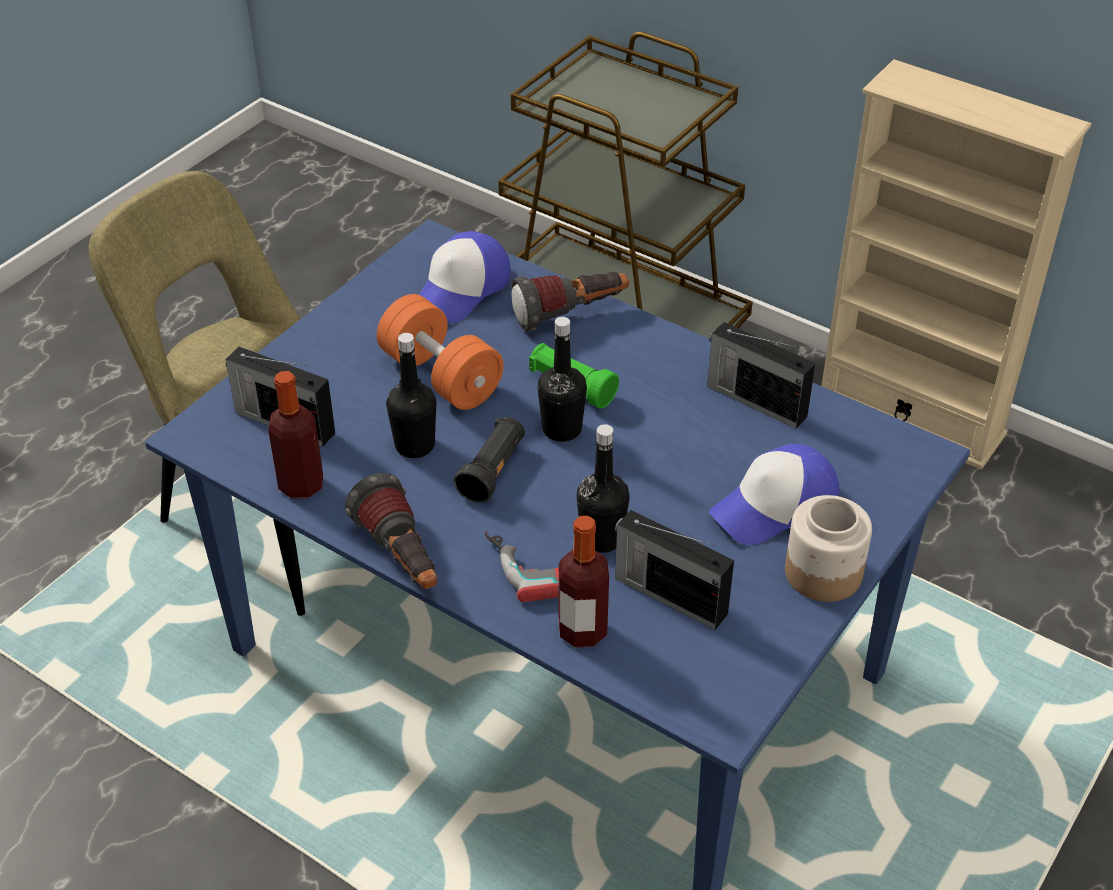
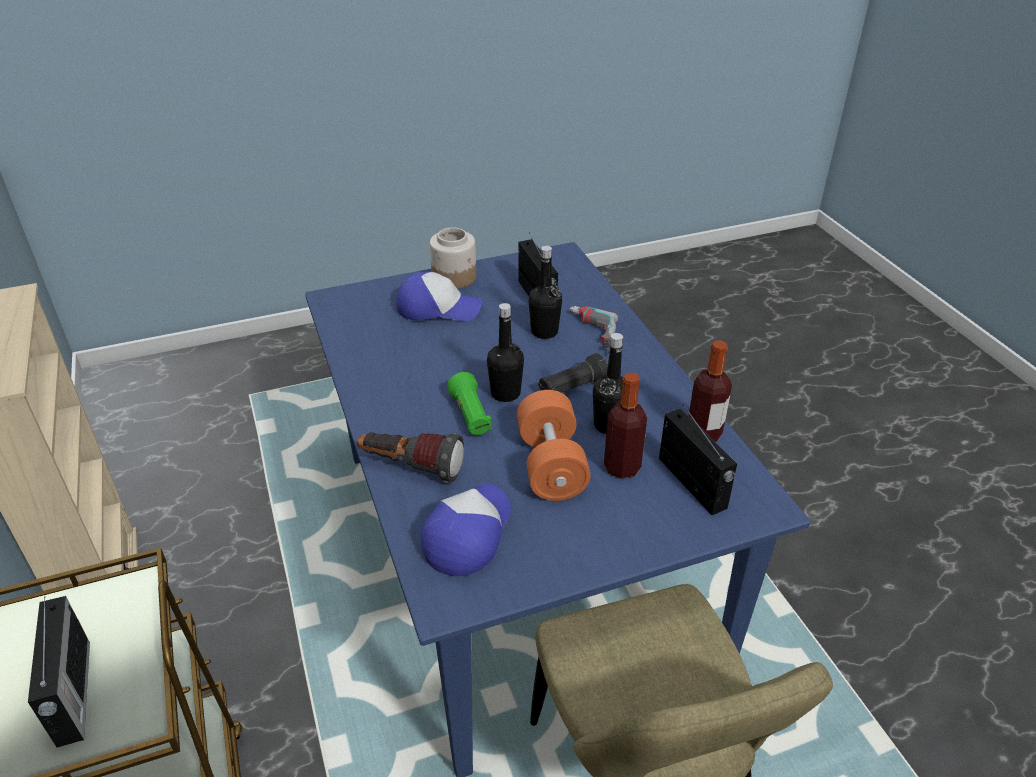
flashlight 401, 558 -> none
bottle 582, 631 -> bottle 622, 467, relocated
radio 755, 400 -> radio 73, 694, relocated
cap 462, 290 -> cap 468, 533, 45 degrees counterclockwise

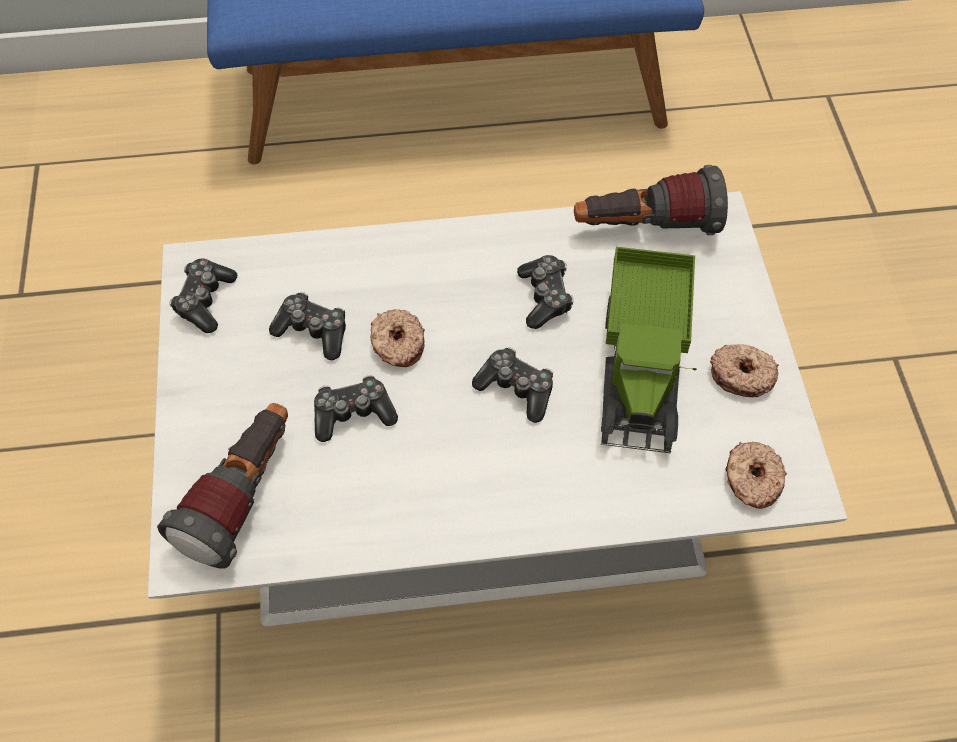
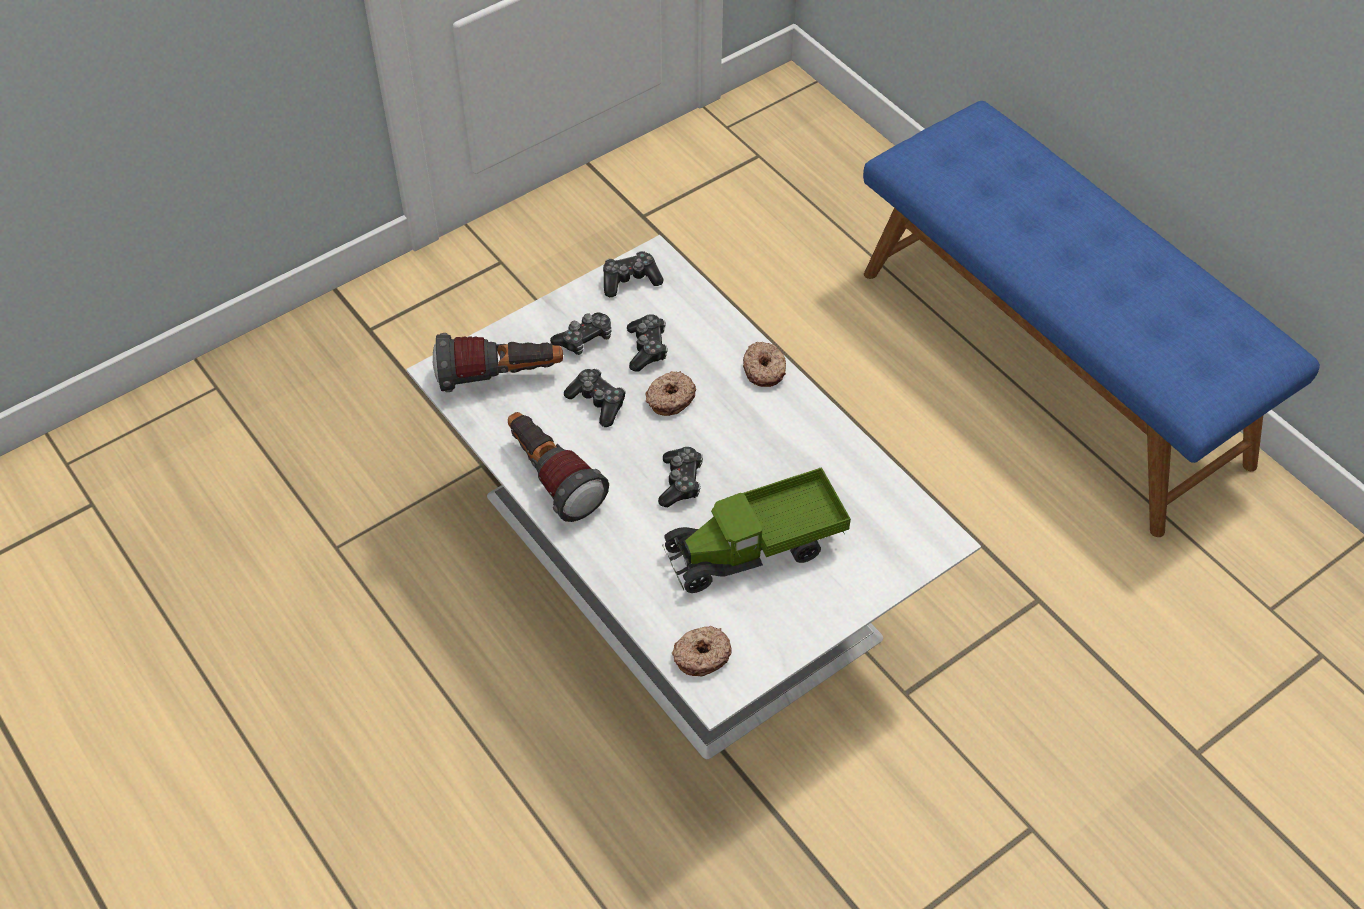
game controller 545, 297 -> game controller 584, 339, relocated
flashlight 645, 228 -> flashlight 551, 478, relocated
donut 741, 375 -> donut 764, 369, relocated

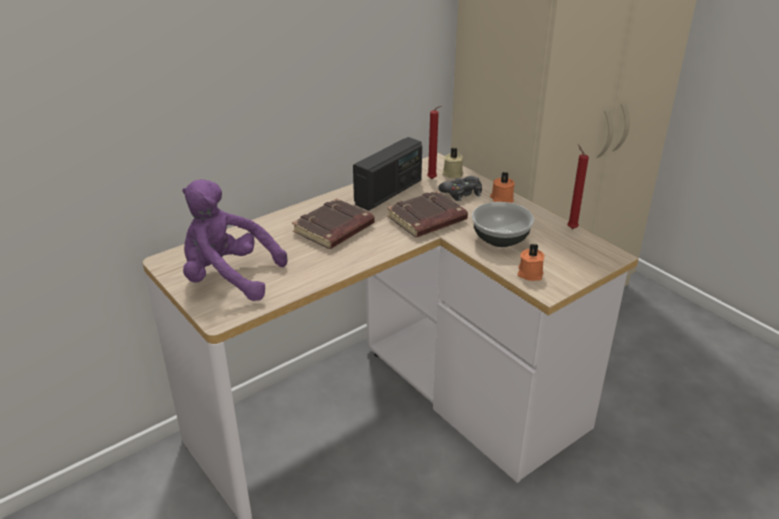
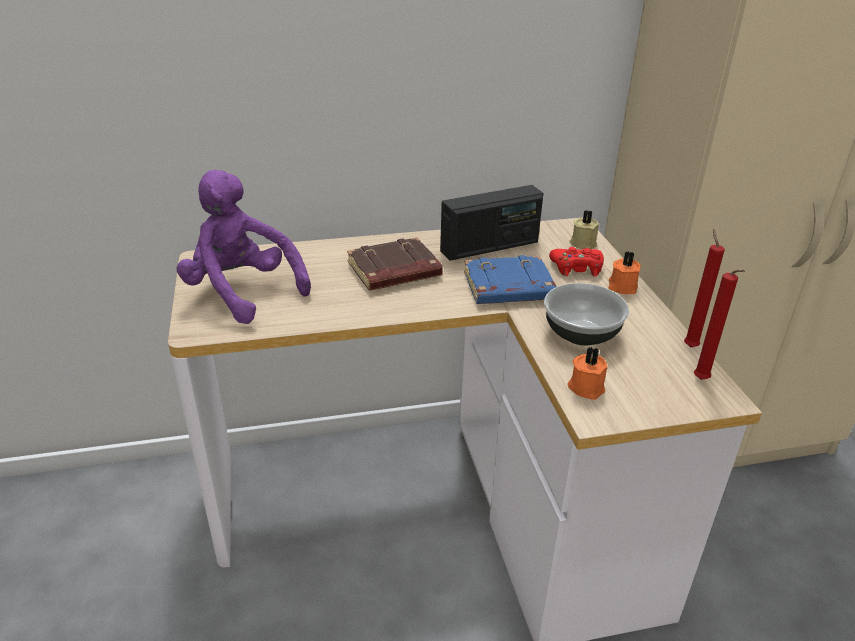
candle/red 433, 179 -> candle/red 702, 381, relocated
book/brown 427, 220 -> book/blue 508, 288
game controller/black 462, 193 -> game controller/red 577, 268

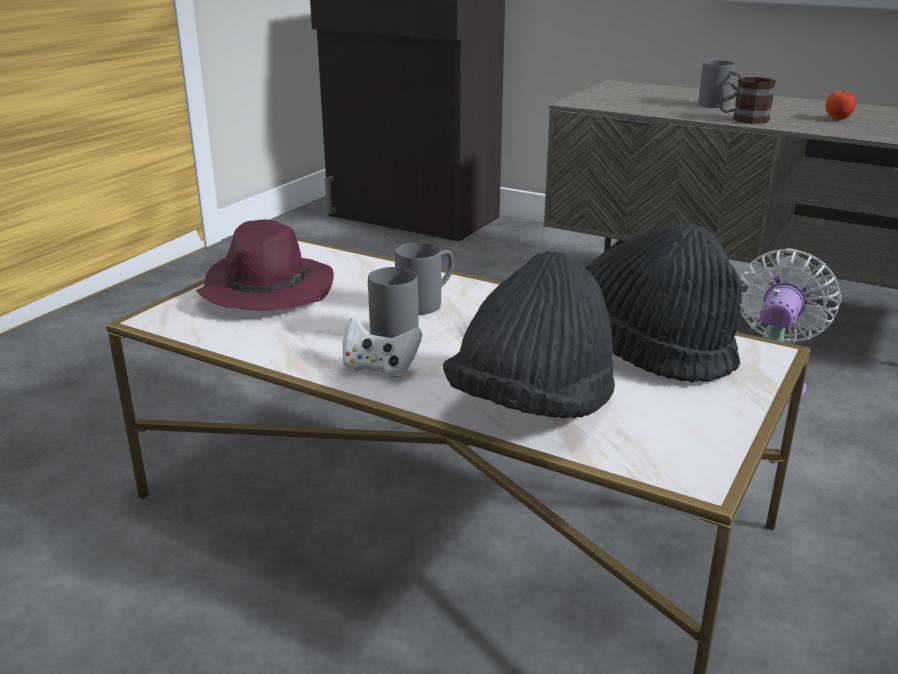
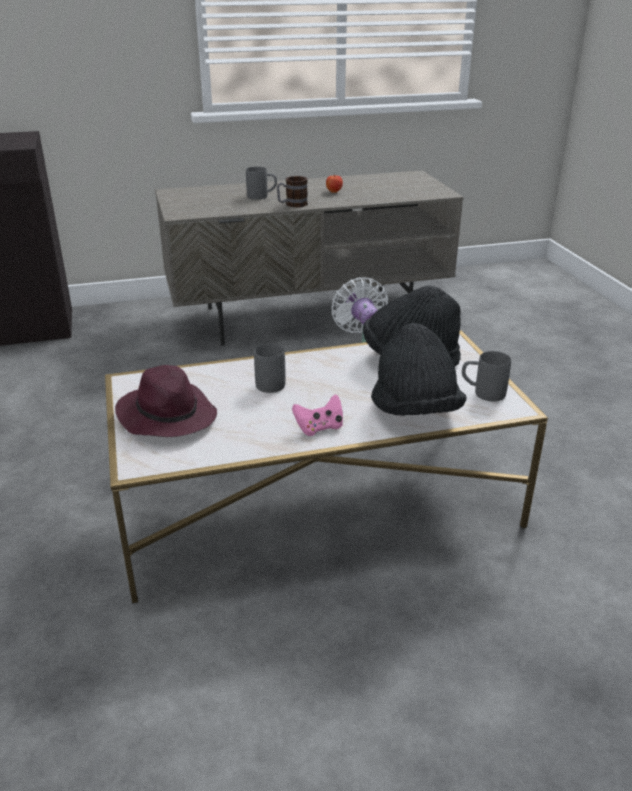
mug/grey 388, 330 -> mug/grey 482, 393, relocated
game controller/white 379, 368 -> game controller/pink 319, 428

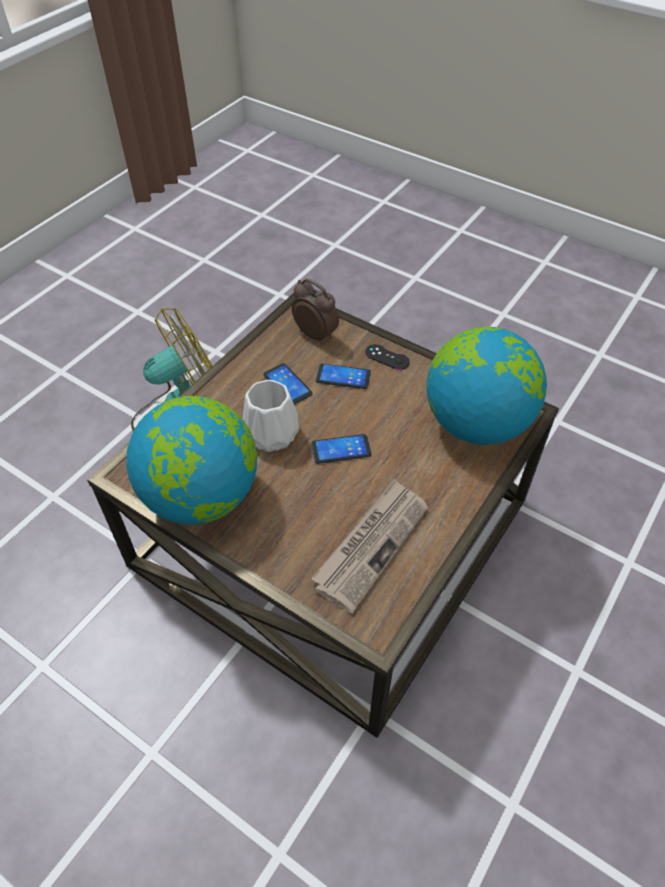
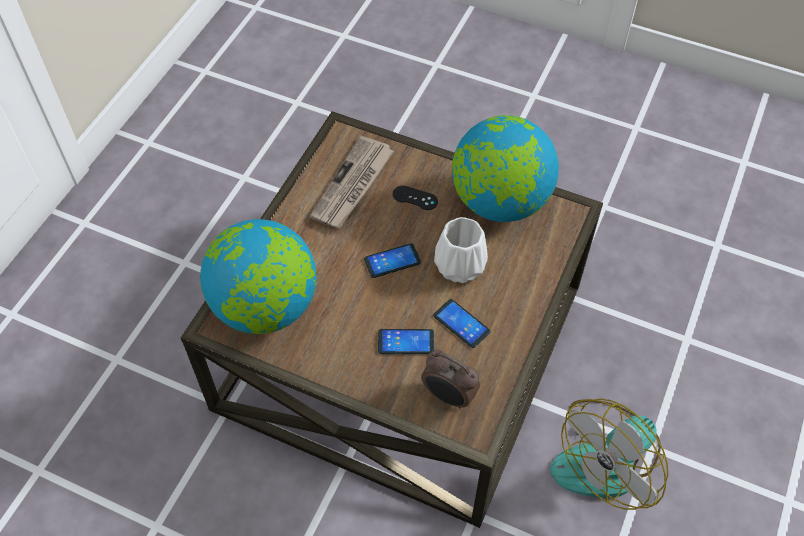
game controller/black 387, 357 -> game controller/black 415, 198, relocated

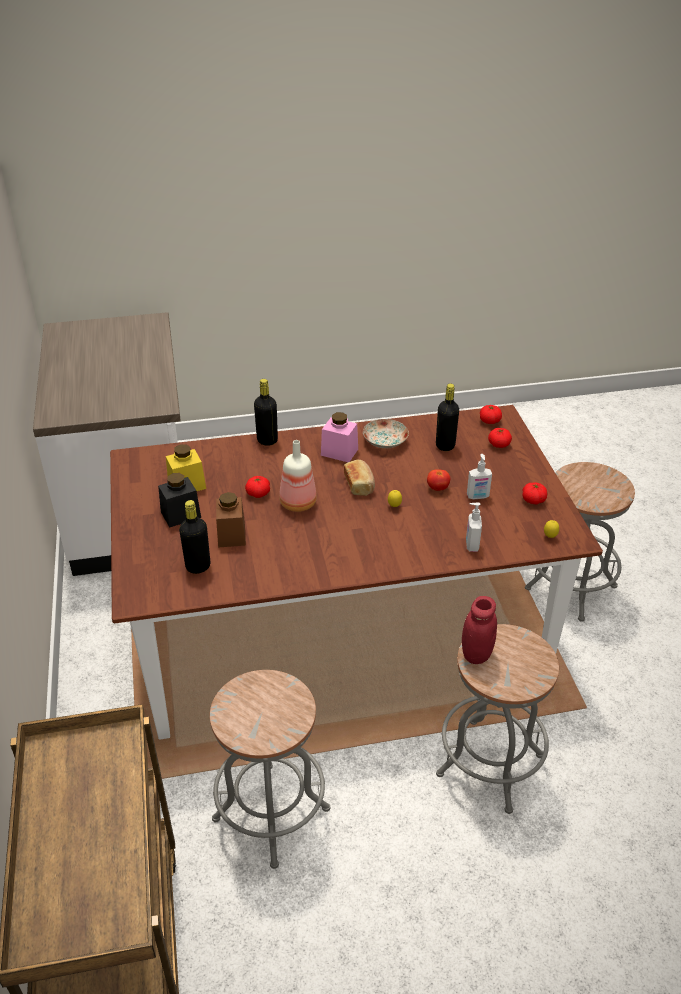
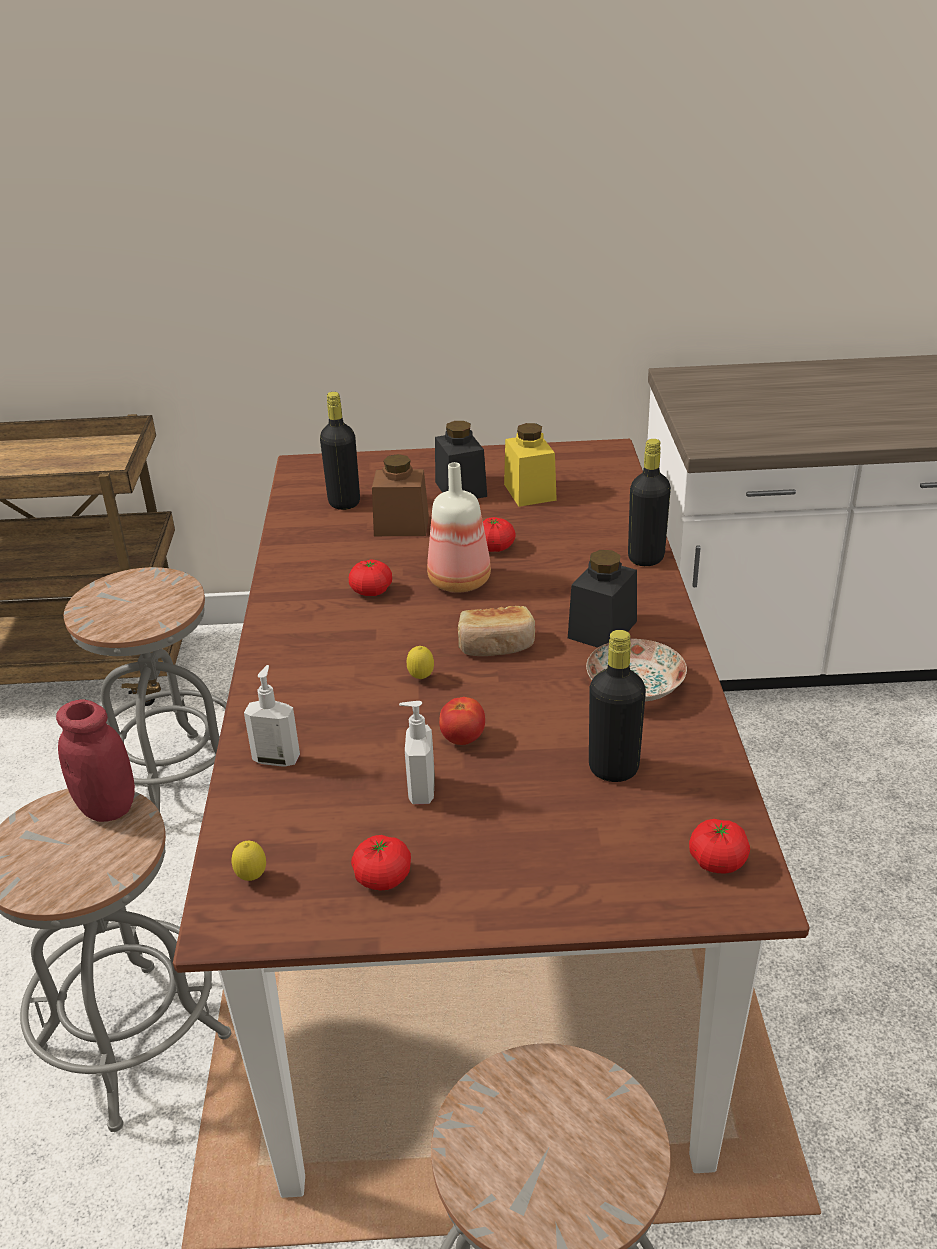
tomato 499, 444 -> tomato 371, 591, relocated
jar/pink 339, 452 -> jar/black 602, 629

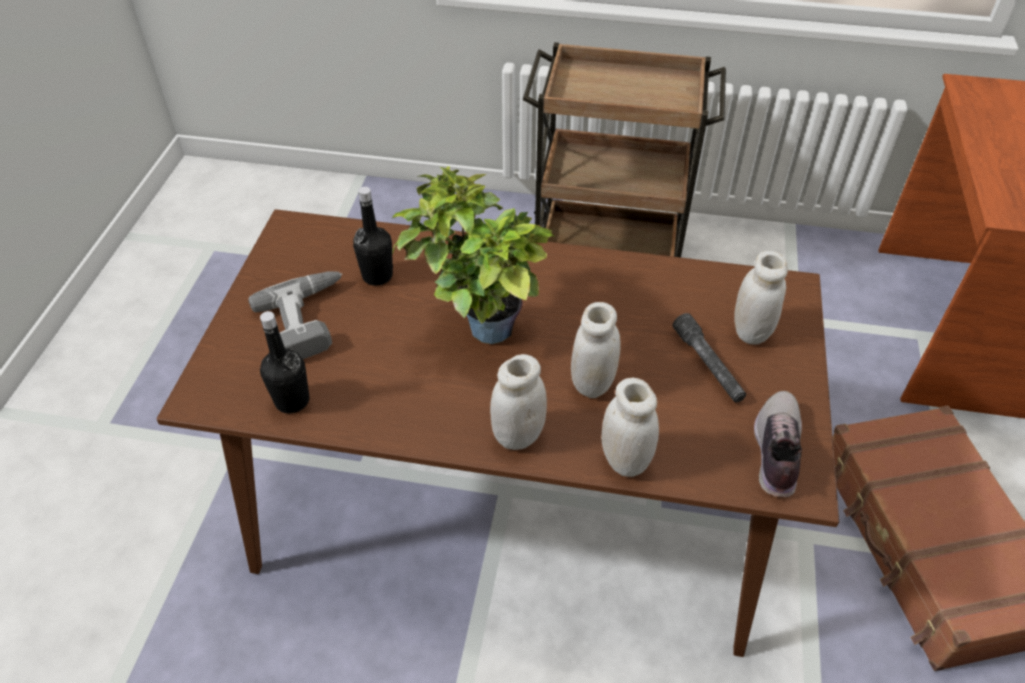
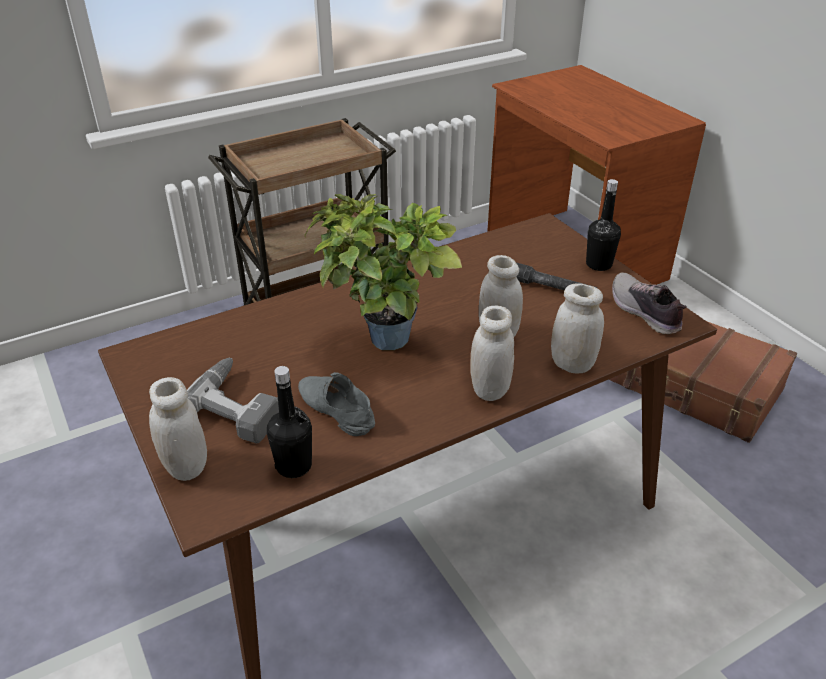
none -> shoe/grey 334, 409
bottle/black 377, 276 -> bottle/black 598, 264, relocated
jar/white 751, 331 -> jar/white 186, 467, relocated

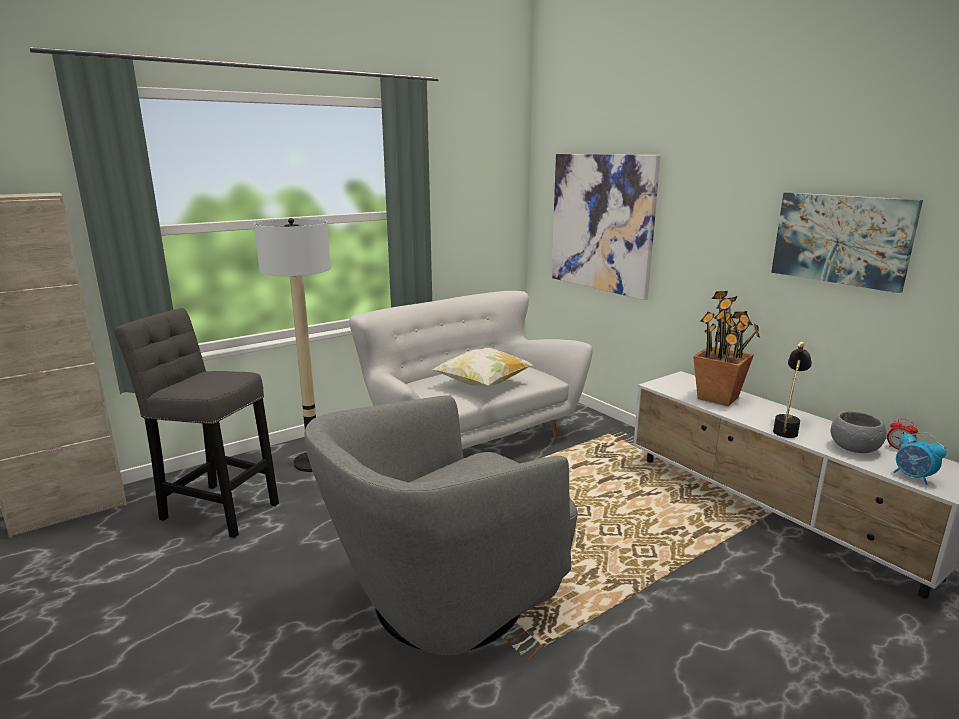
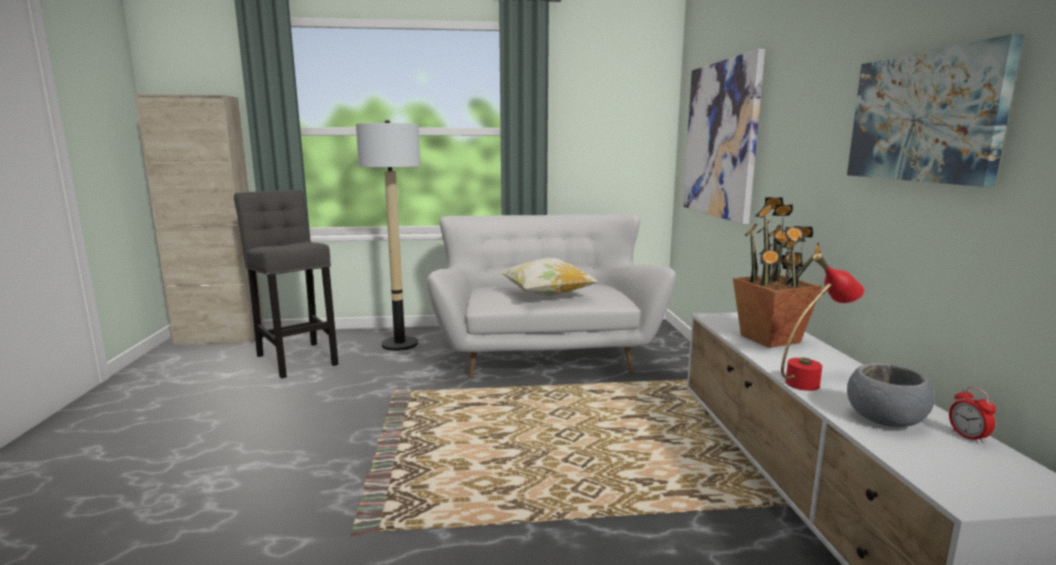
armchair/grey 445, 599 -> none
alarm clock 913, 477 -> none
table lamp/black 786, 429 -> table lamp/red 812, 381

